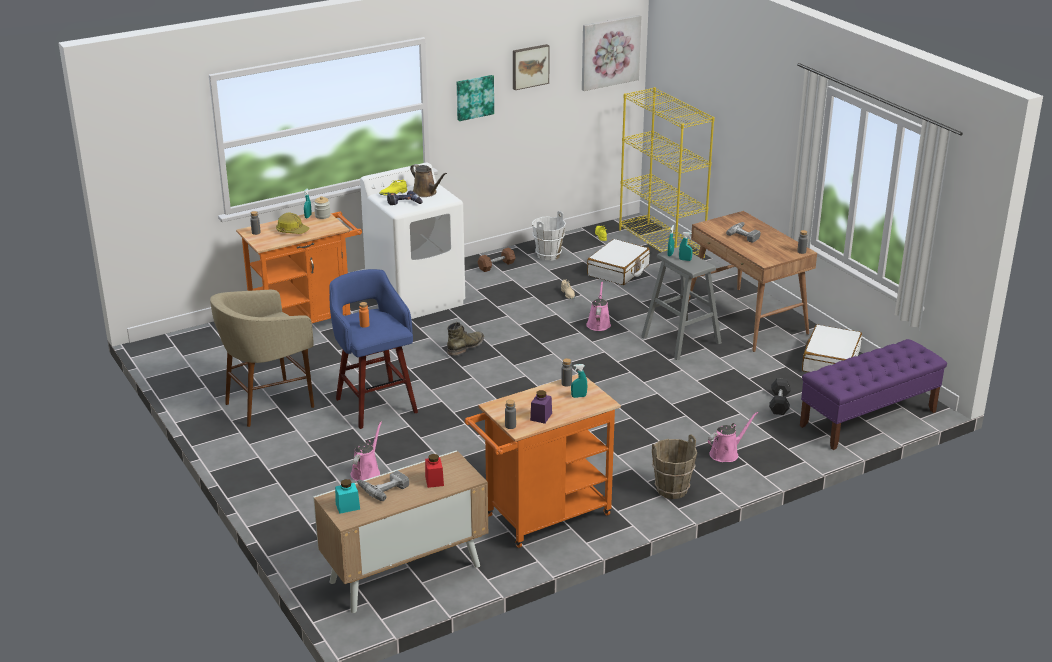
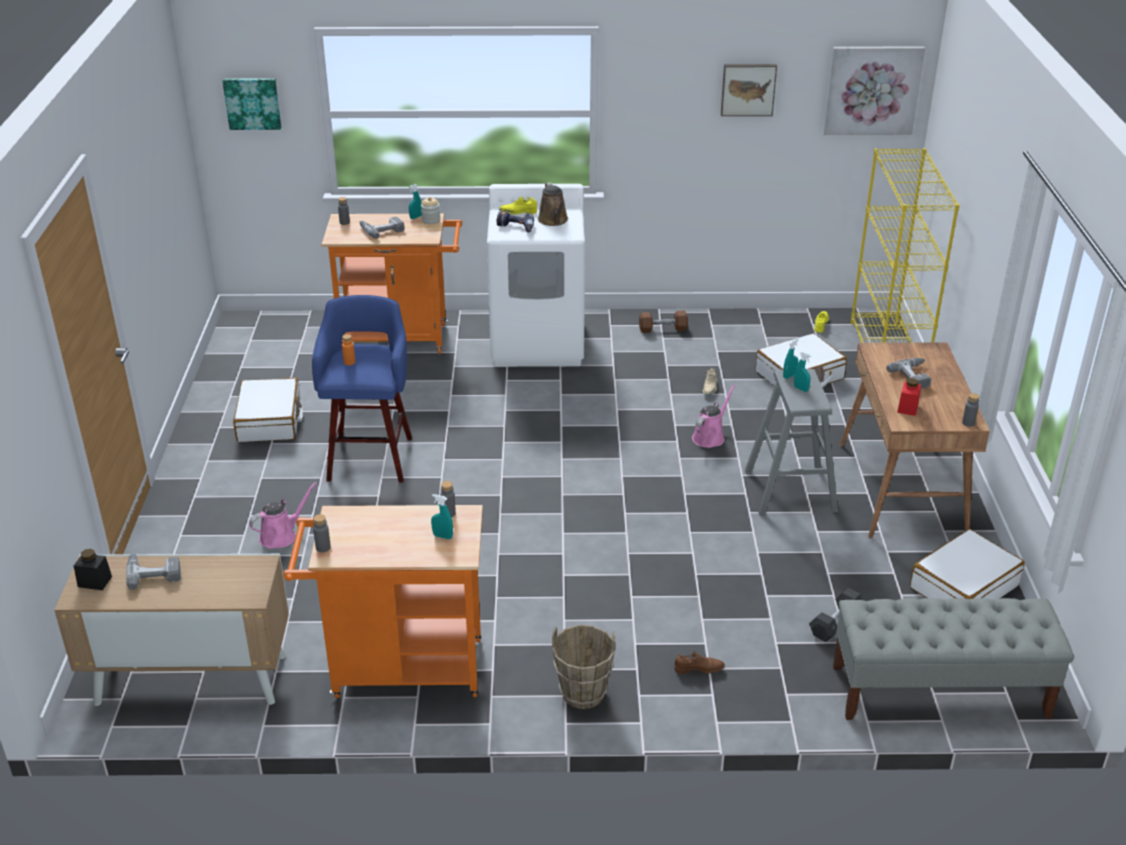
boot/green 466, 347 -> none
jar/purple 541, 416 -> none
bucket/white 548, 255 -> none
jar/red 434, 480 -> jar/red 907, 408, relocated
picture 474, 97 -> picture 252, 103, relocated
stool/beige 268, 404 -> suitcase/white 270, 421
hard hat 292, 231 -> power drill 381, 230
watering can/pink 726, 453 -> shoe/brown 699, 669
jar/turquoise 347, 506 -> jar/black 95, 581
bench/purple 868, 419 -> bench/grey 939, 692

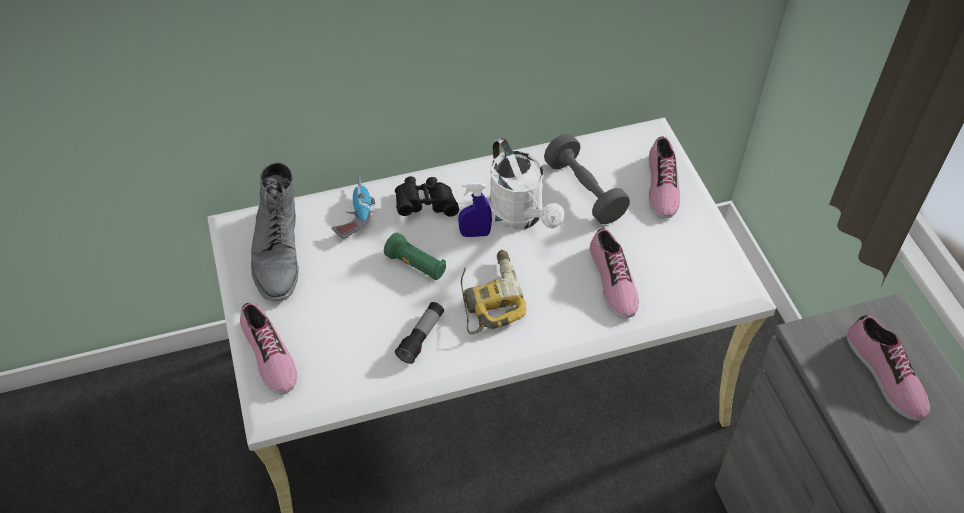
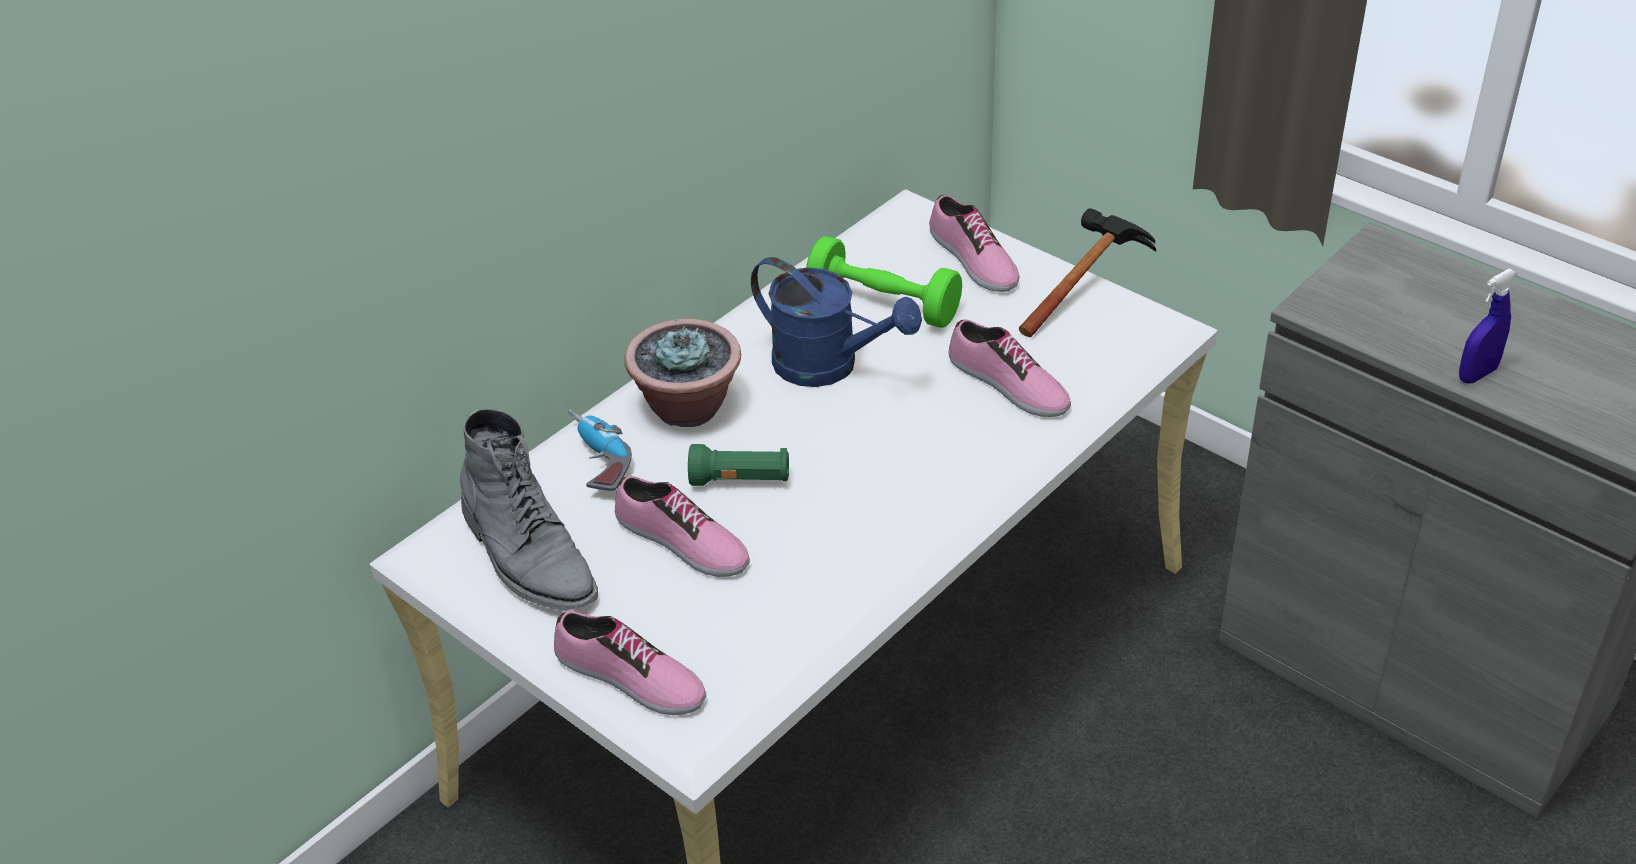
flashlight 421, 337 -> none
power drill 489, 297 -> none
none -> hammer 1086, 287
spray bottle/blue 475, 234 -> spray bottle/blue 1477, 374, relocated
shoe 884, 375 -> shoe 681, 542, relocated
binoculars/black 425, 205 -> potted plant 688, 407
watering can/white 521, 217 -> watering can/blue 829, 366
dumbbell/grey 584, 191 -> dumbbell/green 883, 304

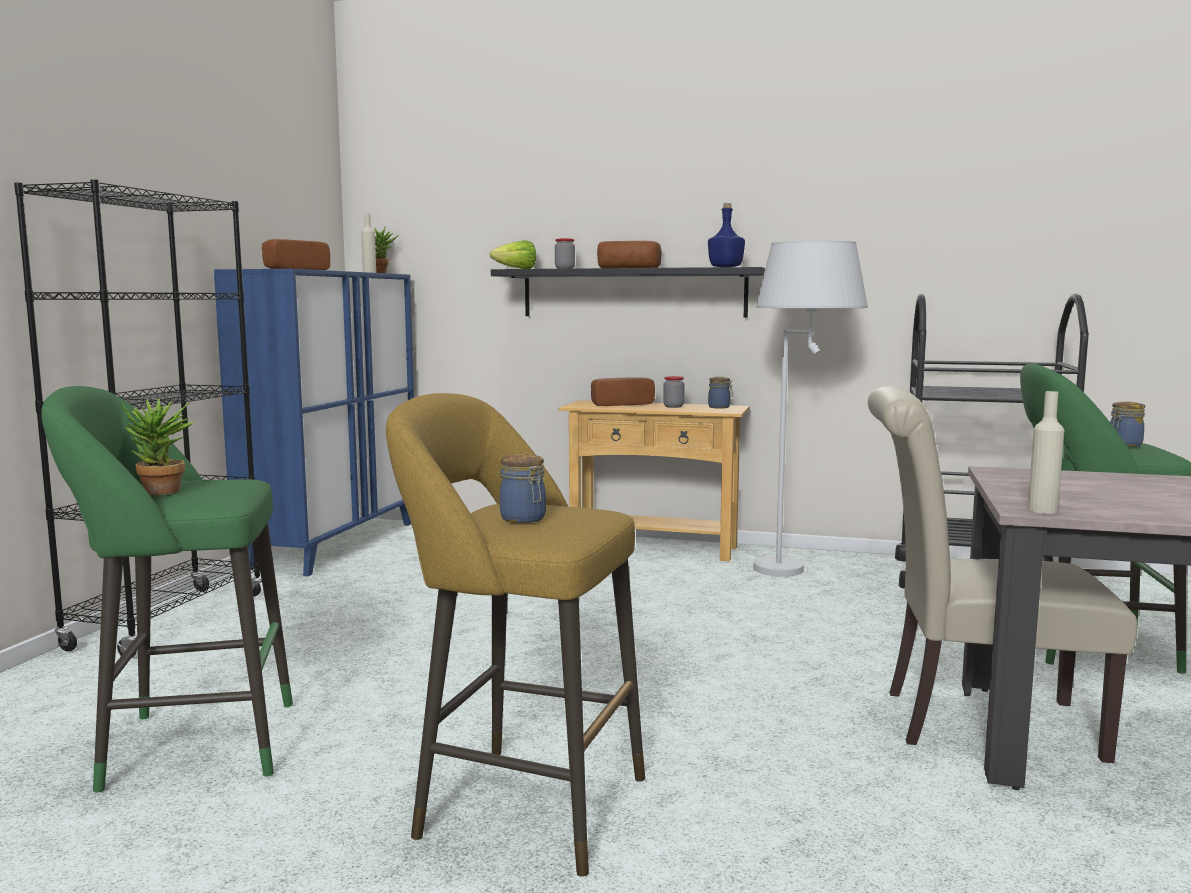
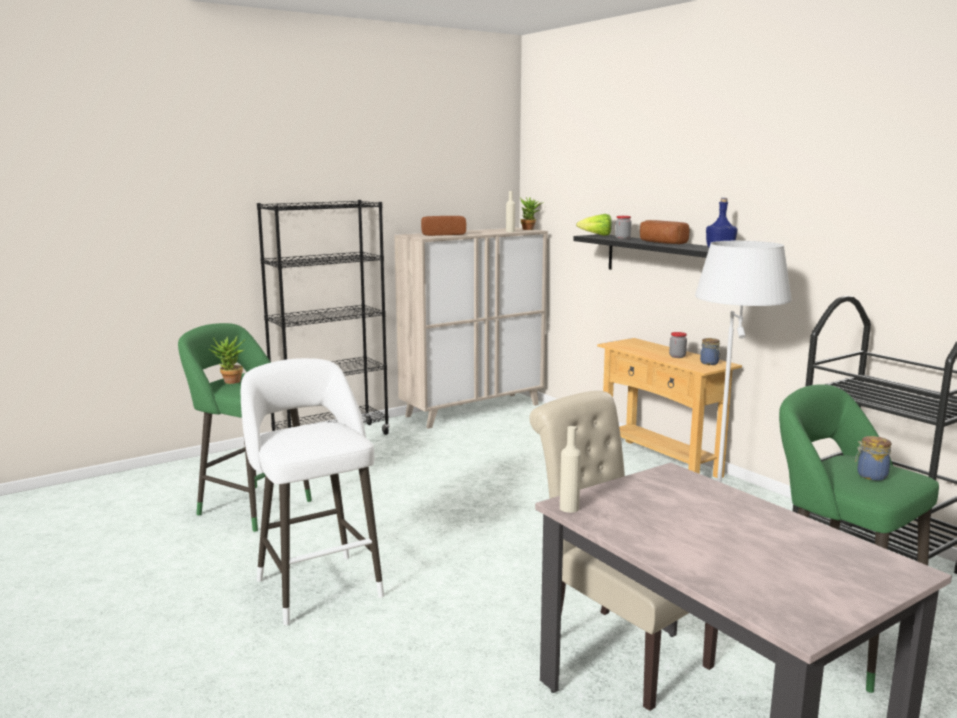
jar 524, 519 -> none
bread 620, 404 -> none
cabinet/blue 334, 545 -> cabinet/beige 473, 410
stool/yellow 520, 804 -> stool/white 316, 584

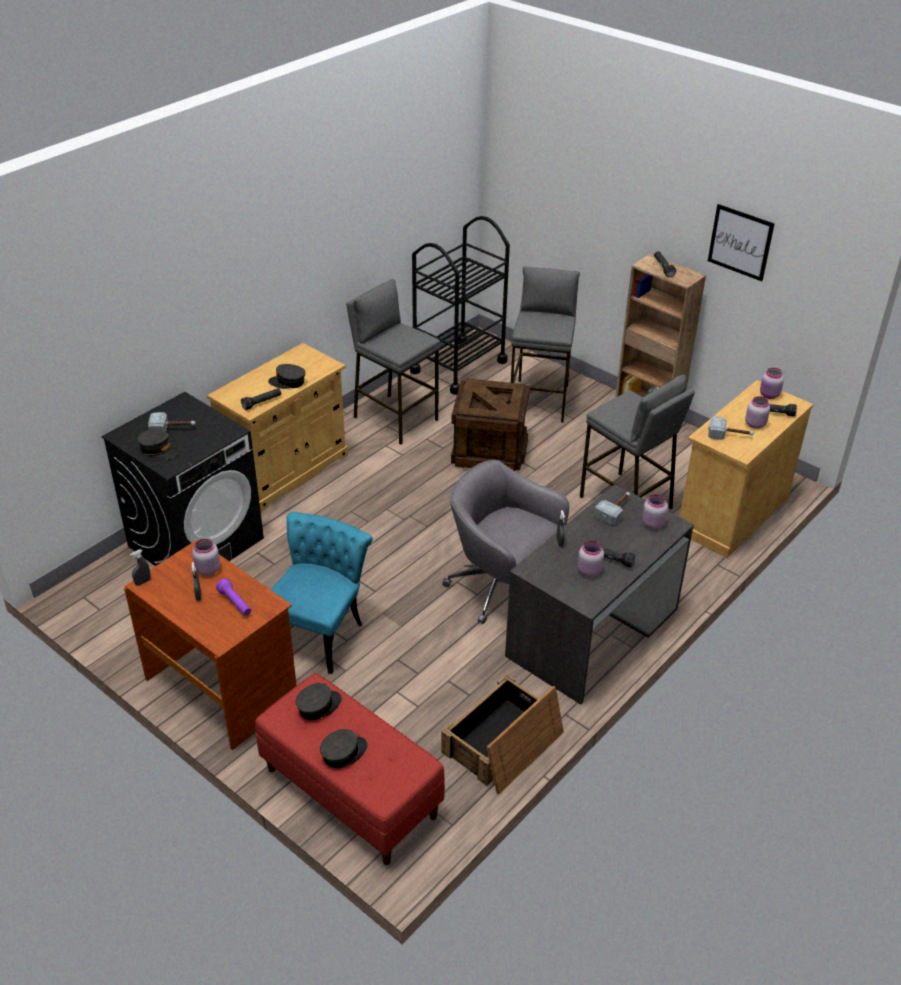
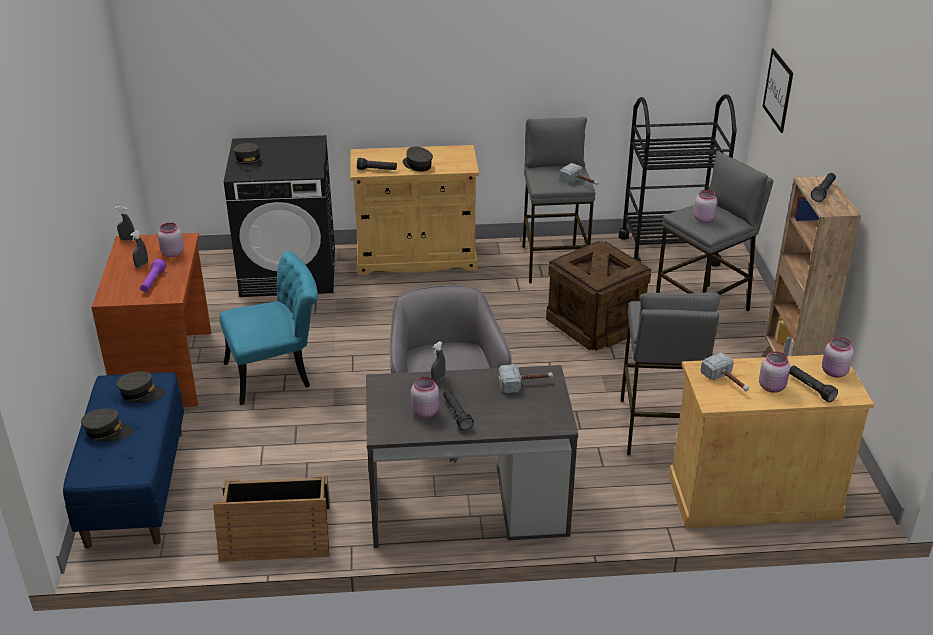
hammer 173, 429 -> hammer 580, 182, relocated
jar/pink 652, 523 -> jar/pink 703, 219, relocated
picture 740, 242 -> picture 778, 90, relocated
bench/red 350, 793 -> bench/blue 135, 486

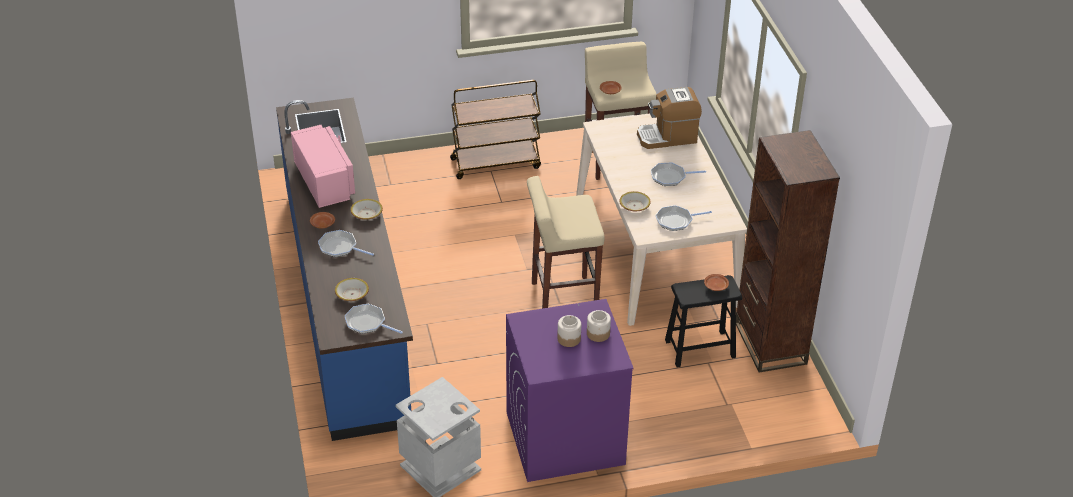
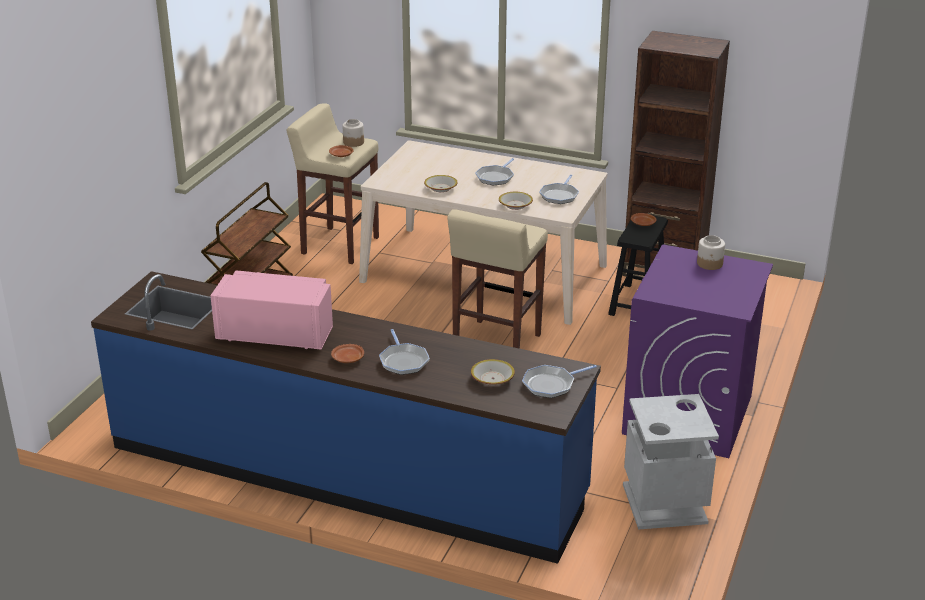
coffee machine 667, 137 -> none
bowl 367, 214 -> bowl 441, 188, relocated
jar 569, 338 -> jar 353, 142, relocated
frying pan 340, 247 -> frying pan 403, 361, 75 degrees counterclockwise

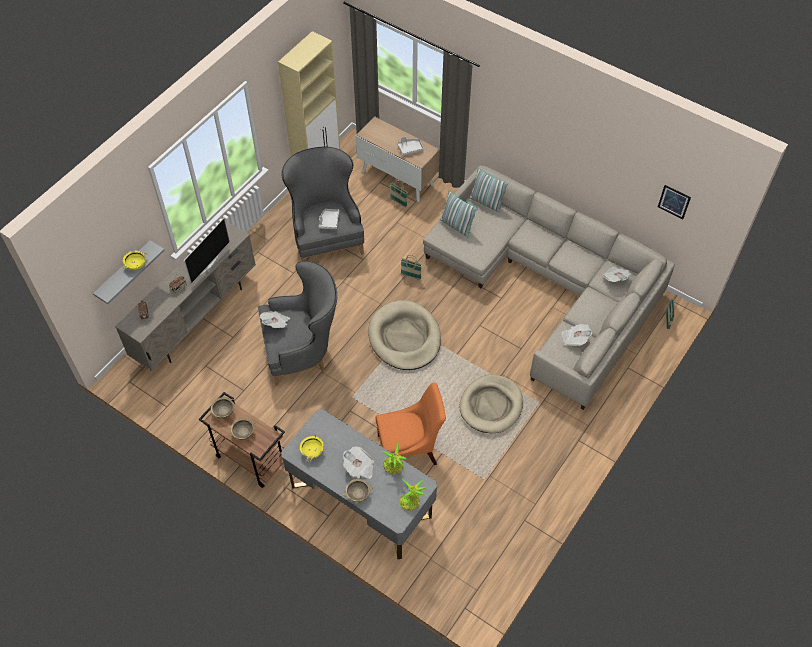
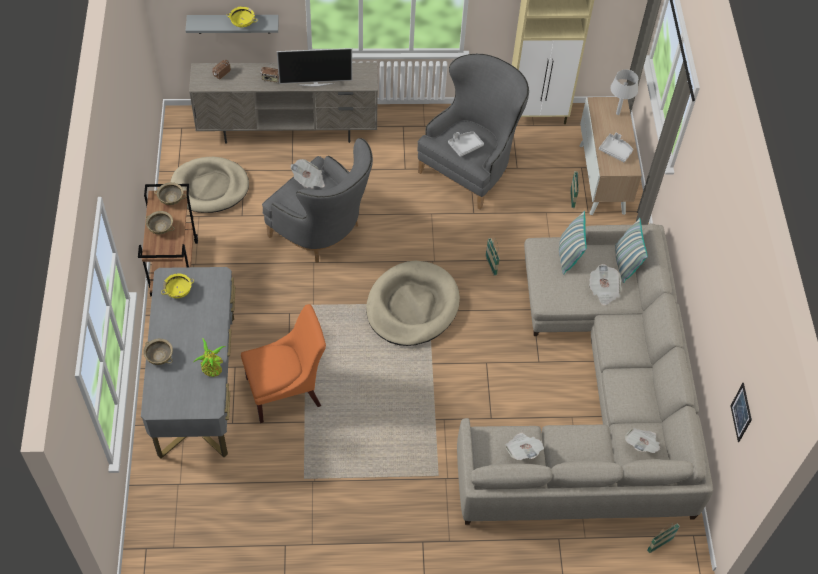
potted plant 411, 501 -> none
none -> table lamp/grey 618, 113
newspaper 359, 467 -> newspaper 603, 290, relocated
dog bed/beige 491, 405 -> dog bed/beige 210, 187, relocated
chair/orange 410, 449 -> chair/orange 287, 391, 60 degrees counterclockwise

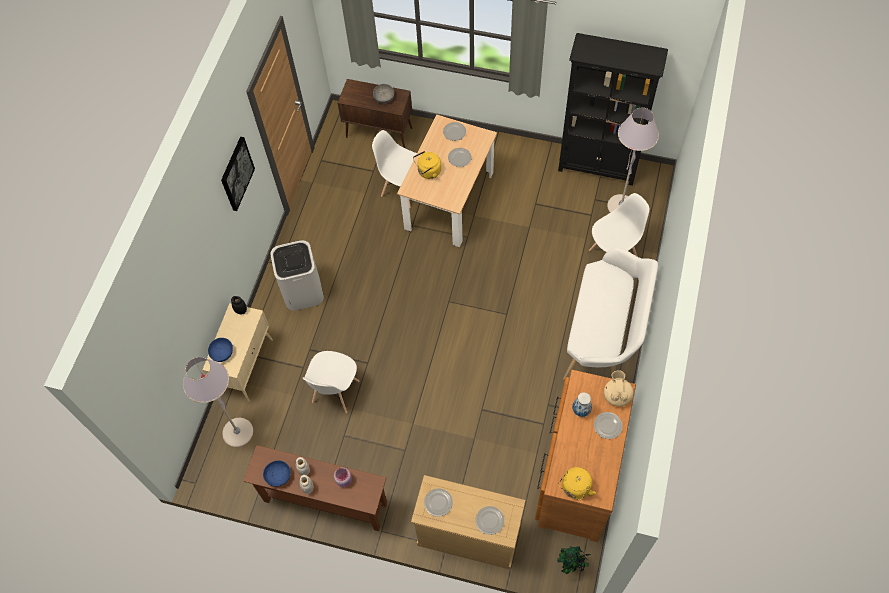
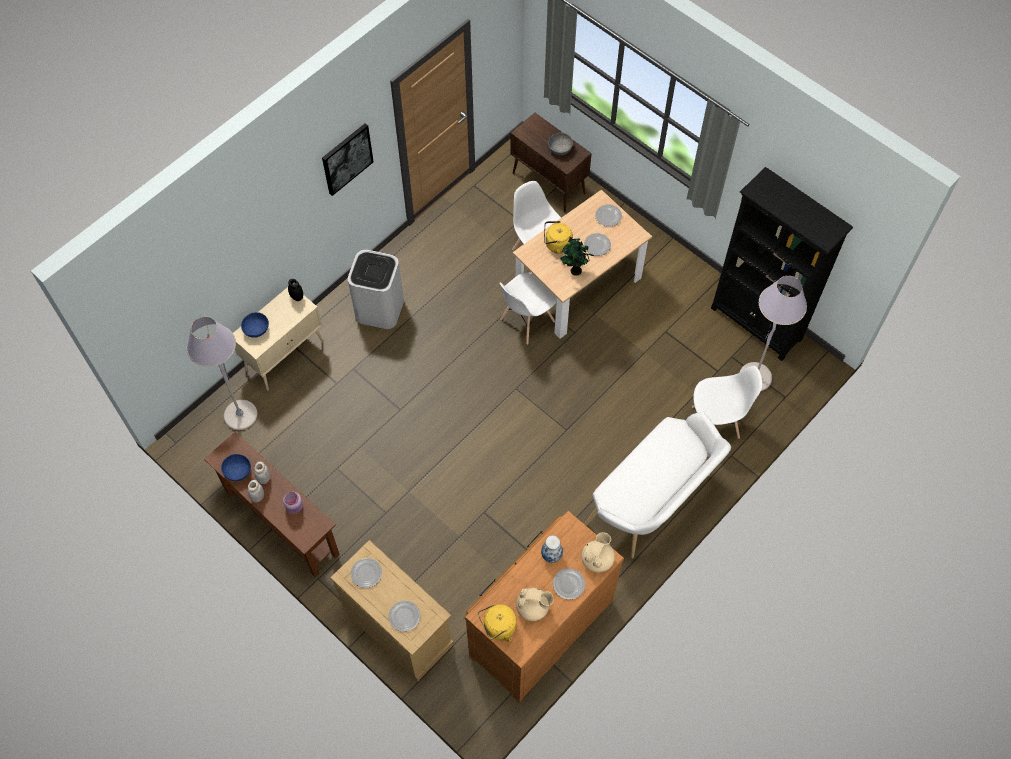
none -> teapot/beige 533, 607
chair/white 335, 392 -> chair/white 527, 321, relocated
potted plant 570, 566 -> potted plant 575, 271, relocated

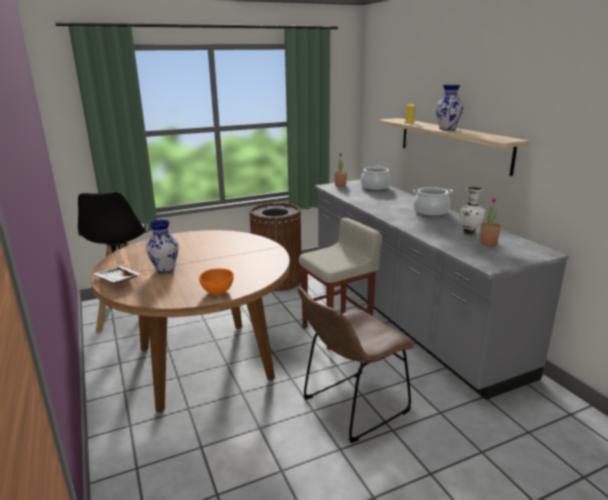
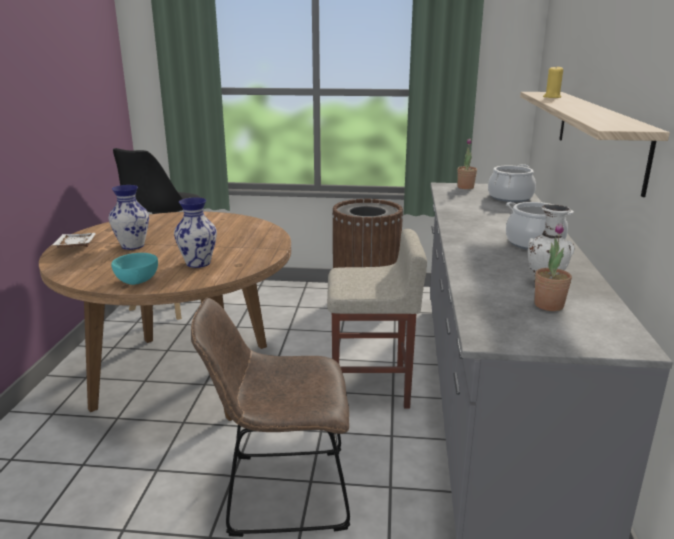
vase 447, 129 -> vase 198, 263, relocated
bowl/orange 217, 291 -> bowl/turquoise 136, 281

